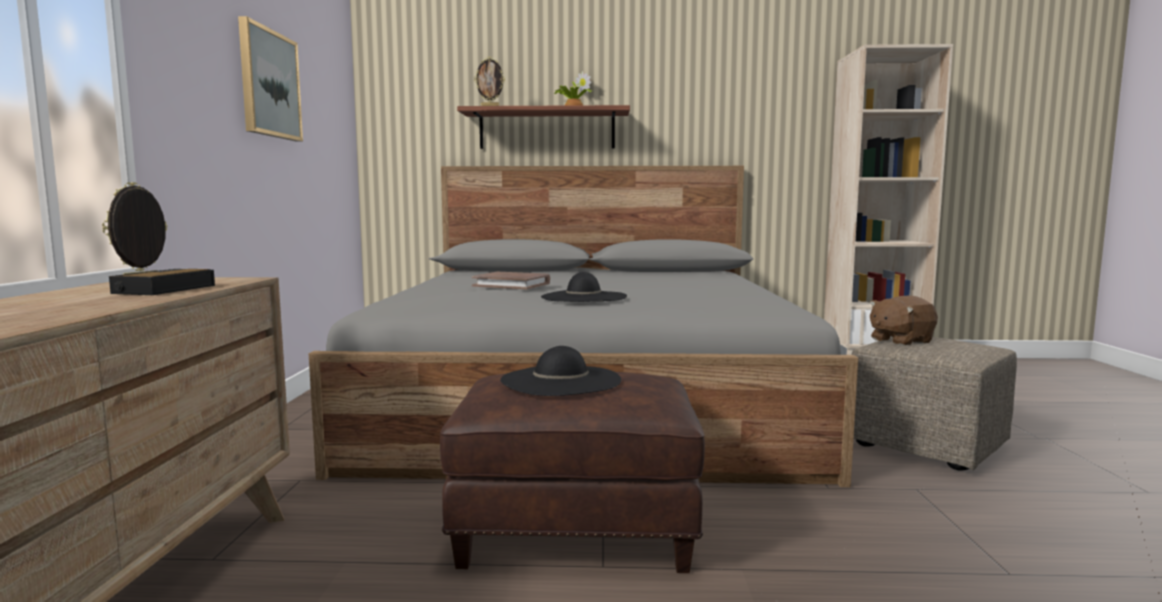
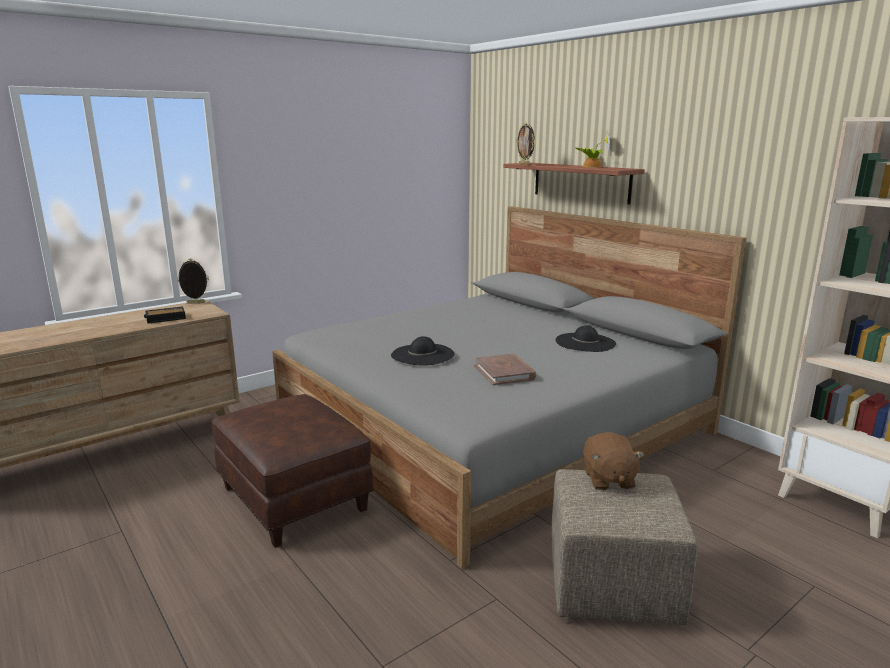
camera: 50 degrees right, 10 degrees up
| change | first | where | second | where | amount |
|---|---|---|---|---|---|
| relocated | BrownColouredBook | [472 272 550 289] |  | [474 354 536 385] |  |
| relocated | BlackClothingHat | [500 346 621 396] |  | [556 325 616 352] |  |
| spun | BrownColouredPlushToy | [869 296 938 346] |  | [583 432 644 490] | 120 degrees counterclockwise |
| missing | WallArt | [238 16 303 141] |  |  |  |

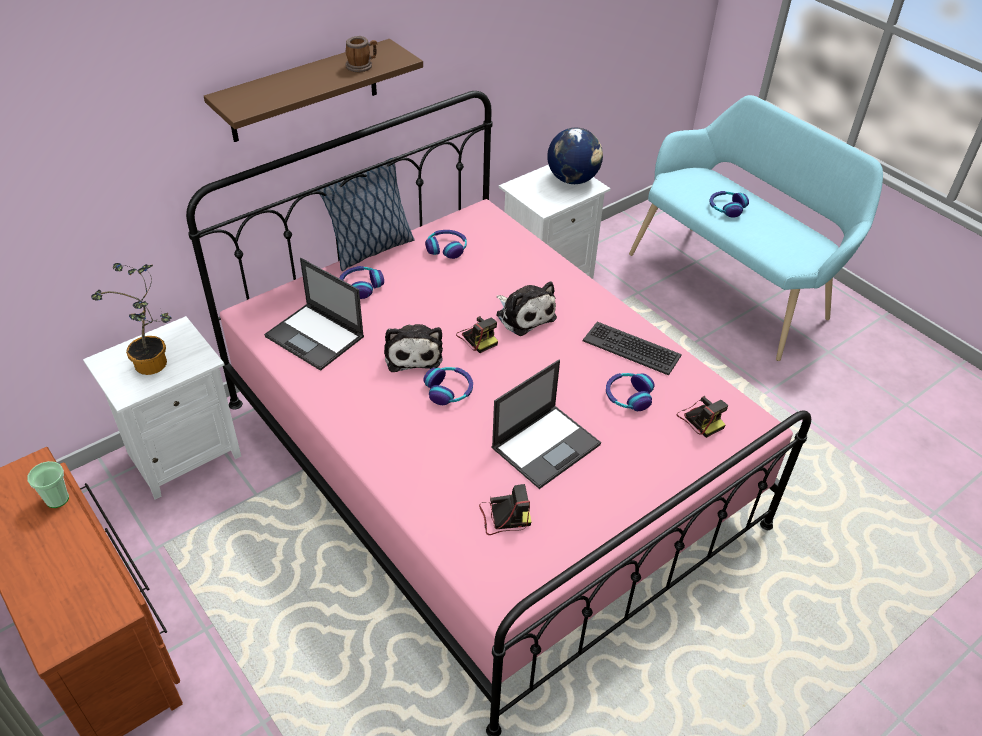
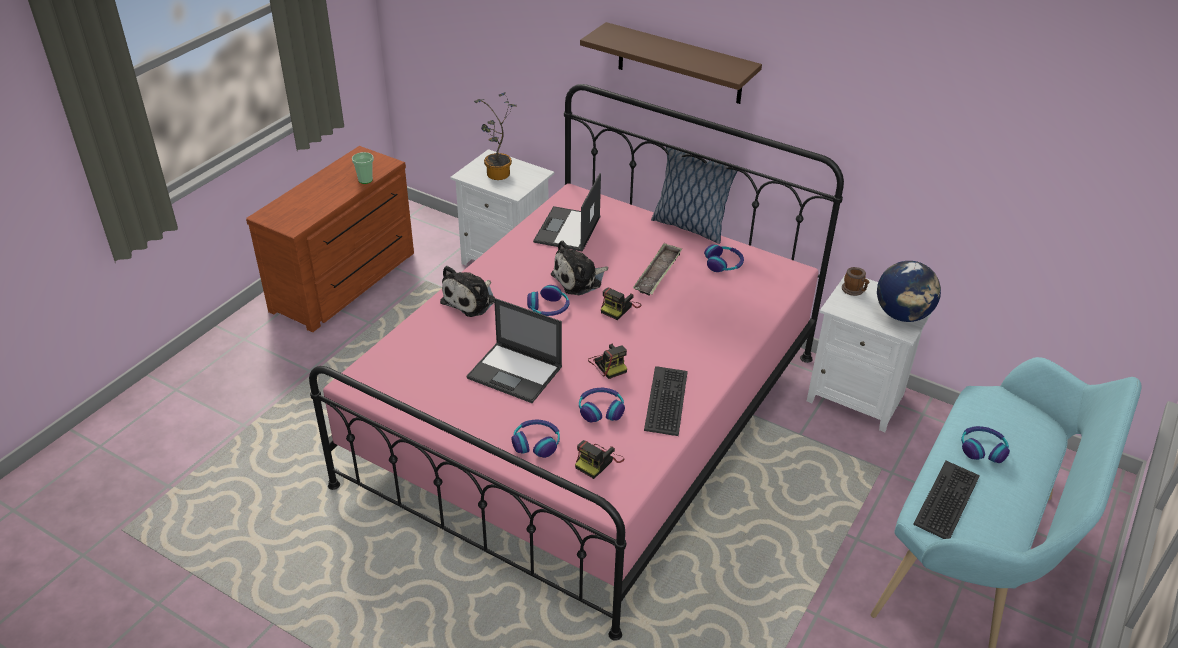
camera: 70 degrees right, 5 degrees down
| change | first | where | second | where | amount |
|---|---|---|---|---|---|
| relocated | PlushToy | [496 281 557 336] |  | [440 266 495 317] |  |
| relocated | PairOfHeadphones | [339 266 384 299] |  | [511 420 560 458] |  |
| relocated | PhotoCamera | [479 484 532 535] |  | [588 344 627 379] |  |
| appeared |  |  | ServingTray | [633 243 682 296] |  |
| relocated | CoffeeMug | [345 36 377 72] |  | [842 267 869 296] |  |
| appeared |  |  | Keyboard | [913 461 980 539] |  |

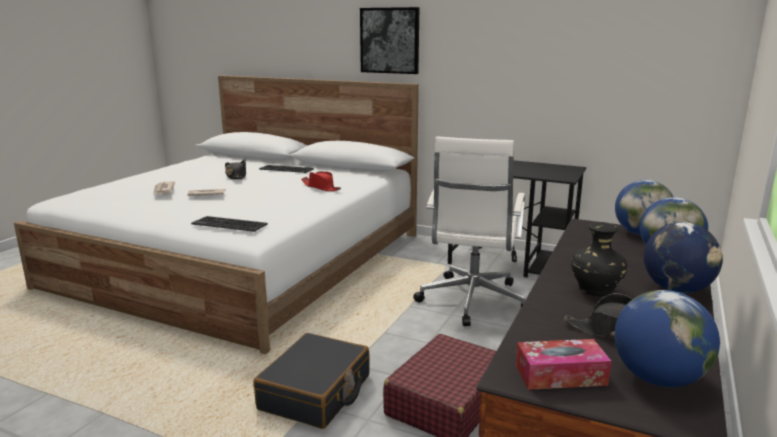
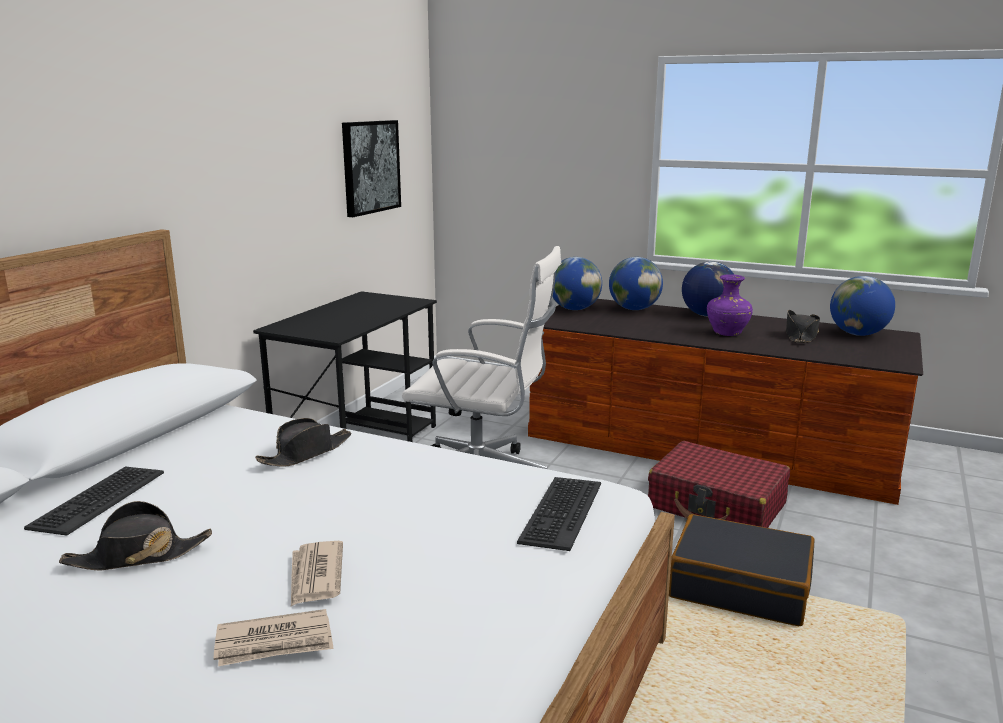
camera: 90 degrees left, 0 degrees up
| change | first | where | second | where | amount |
|---|---|---|---|---|---|
| colour | ReddishClothingHat | [301 171 341 191] | BlackClothingHat | [255 418 351 467] |  |
| relocated | WallArt | [360 7 419 74] |  | [342 120 401 217] |  |
| colour | BlackVase | [571 222 628 296] | PurpleVase | [707 274 753 336] |  |
| missing | TissueHolder | [516 339 611 390] |  |  |  |

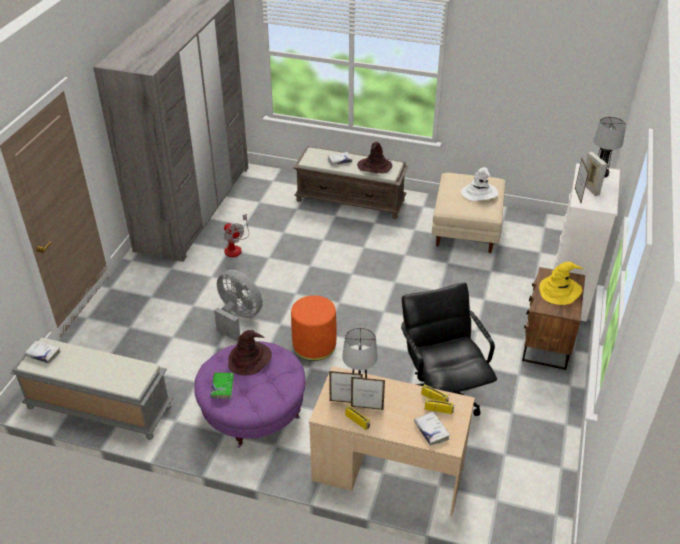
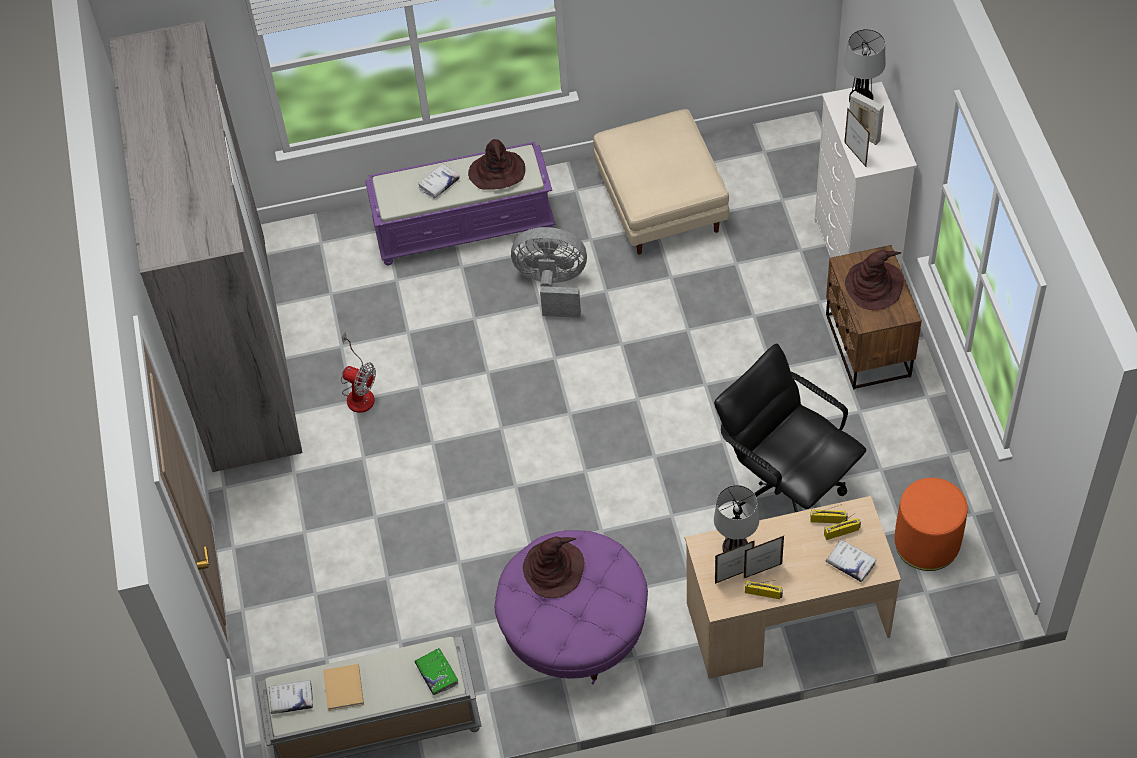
camera: 25 degrees left, 15 degrees up
| change | first | where | second | where | amount |
|---|---|---|---|---|---|
| appeared |  |  | BeigeColouredBook | [323 664 364 711] |  |
| colour | BrownColouredLongSeat | [293 146 408 219] | PurpleLongSeat | [365 142 555 266] |  |
| relocated | GreenBook | [210 372 234 399] |  | [415 648 459 695] |  |
| relocated | GreyishElectricFan | [214 270 263 342] |  | [511 227 587 318] |  |
| colour | YellowColouredClothingHat | [539 262 584 305] | BrownColouredClothingHat | [845 250 904 310] |  |
| relocated | OrangeOttoman | [291 295 336 361] |  | [894 478 968 571] |  |
| missing | WhiteColouredClothingHat | [461 167 498 201] |  |  |  |

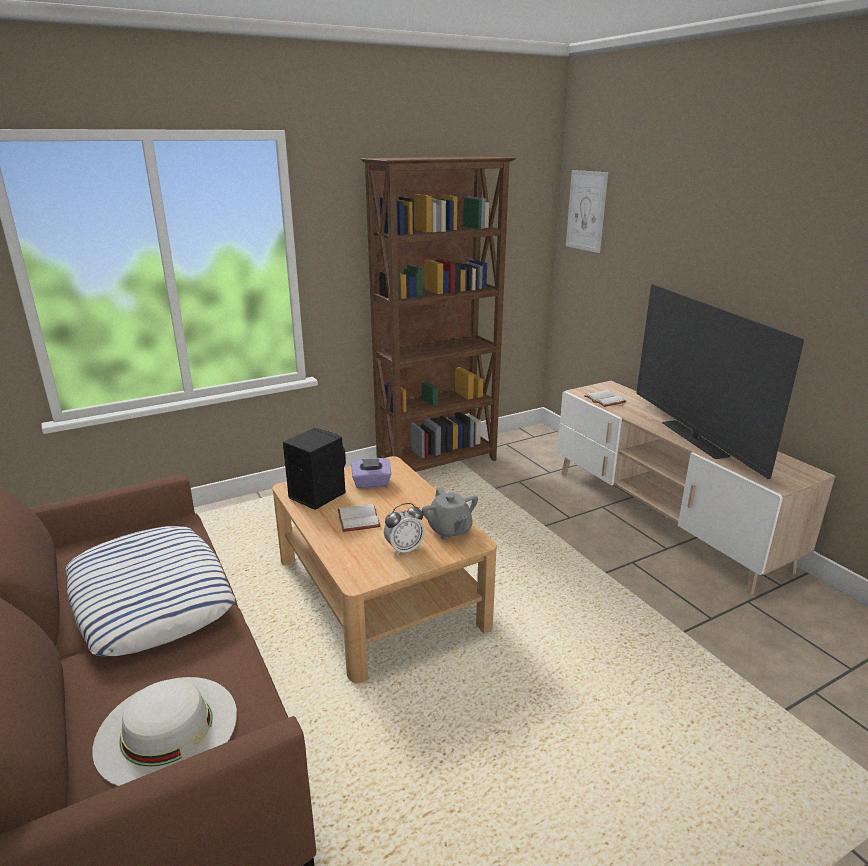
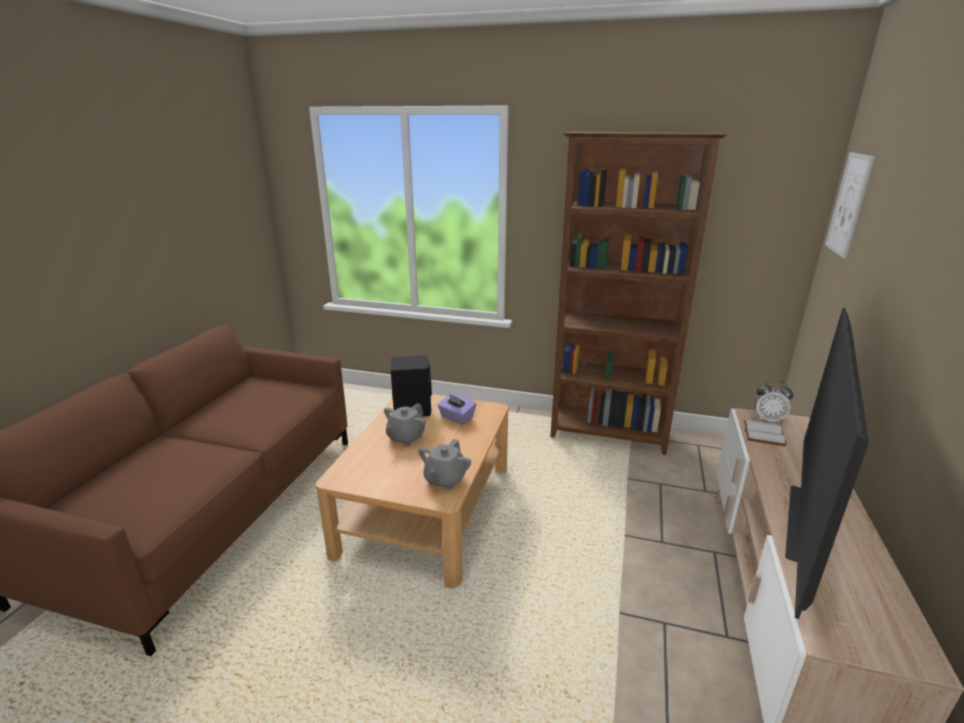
camera: 45 degrees right, 0 degrees up
| change | first | where | second | where | amount |
|---|---|---|---|---|---|
| exchanged | WhiteColouredBook | [338 504 381 532] | GreyishTeapot | [384 403 426 446] |  |
| relocated | BedsideClock | [384 503 425 556] |  | [754 381 793 423] |  |
| missing | Pillow | [65 526 235 657] |  |  |  |
| missing | WhiteColouredClothingHat | [92 677 237 786] |  |  |  |

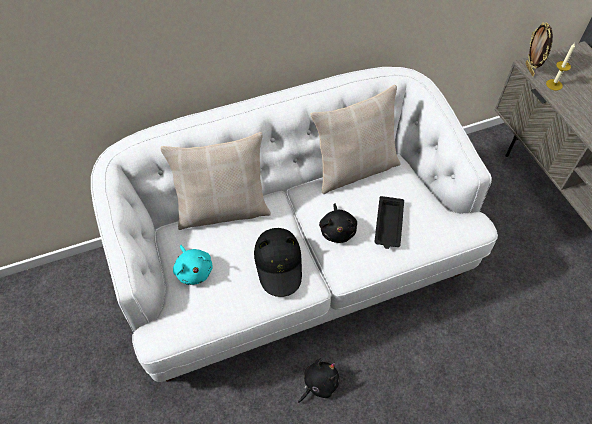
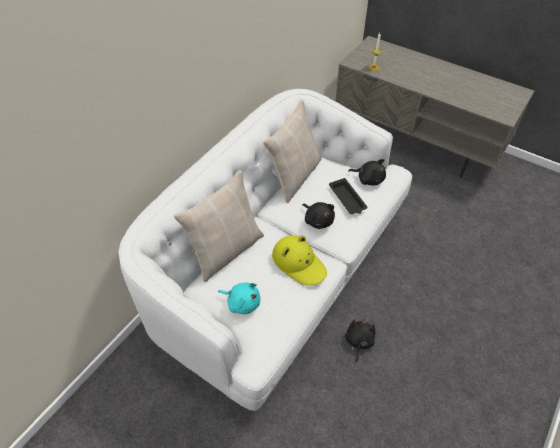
camera: 35 degrees left, 5 degrees down
| change | first | where | second | where | amount |
|---|---|---|---|---|---|
| colour | BlackClothingHat | [254 228 302 297] | YellowColouredClothingHat | [272 235 327 286] |  |
| appeared |  |  | BlackPlushToy | [348 159 386 185] |  |
| missing | PictureFrame | [525 22 553 76] |  |  |  |

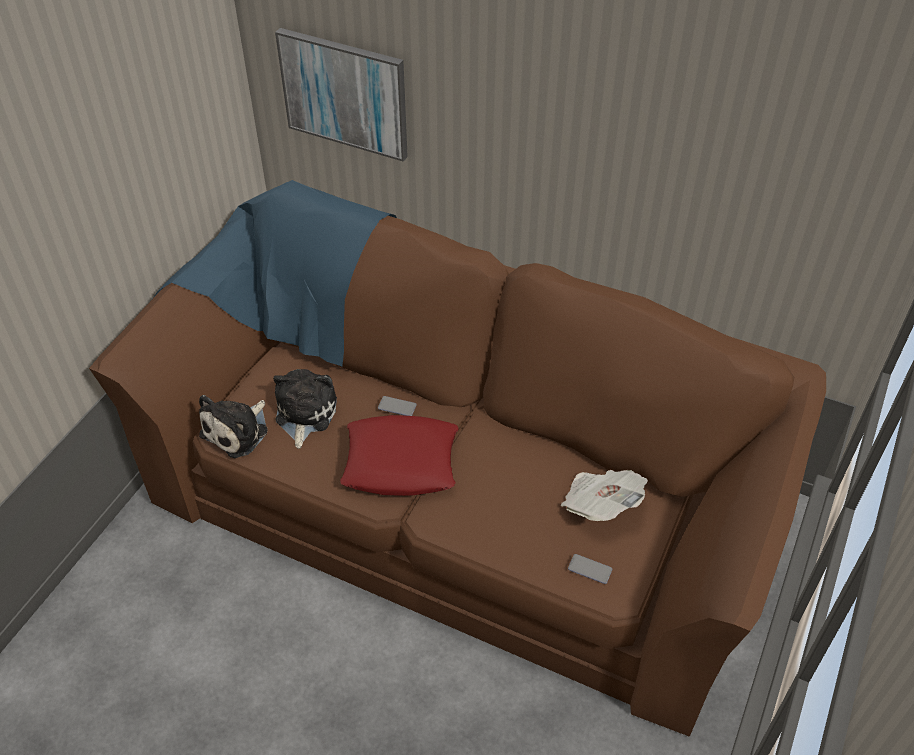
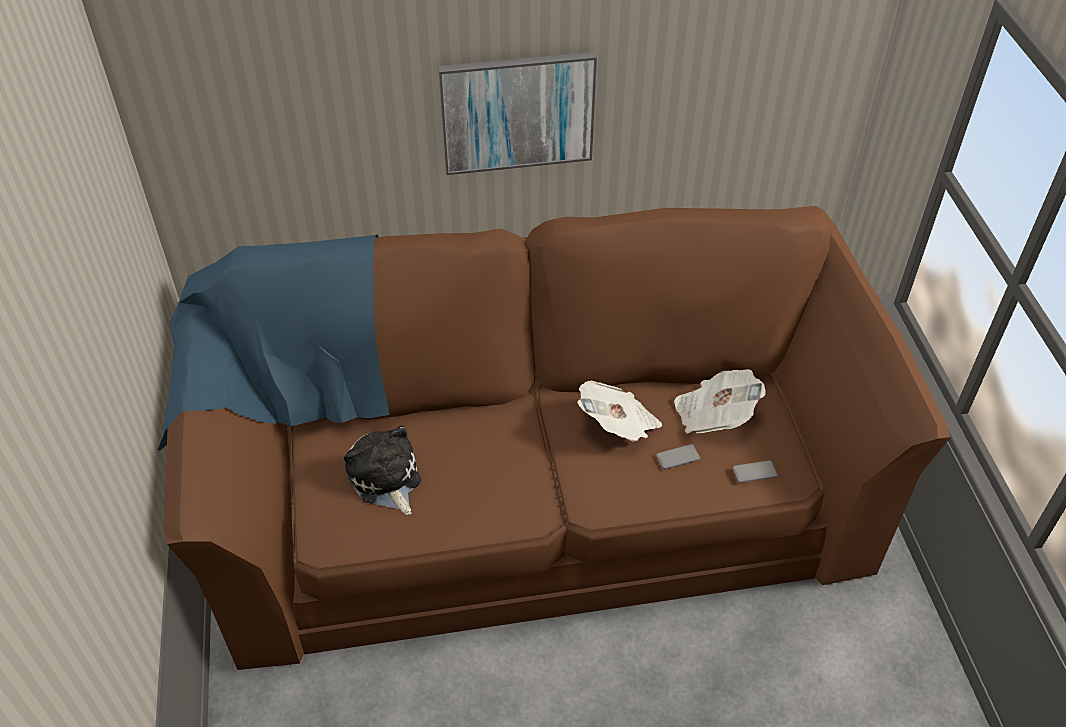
camera: 35 degrees left, 0 degrees up
| change | first | where | second | where | amount |
|---|---|---|---|---|---|
| relocated | WallArt | [275 28 408 162] |  | [438 52 597 175] |  |
| appeared |  |  | DailyPaper | [577 381 662 442] |  |
| relocated | Handset | [378 396 417 416] |  | [656 444 700 469] |  |
| missing | PlushToy | [199 395 268 458] |  |  |  |
| missing | ReddishPillow | [340 415 459 496] |  |  |  |

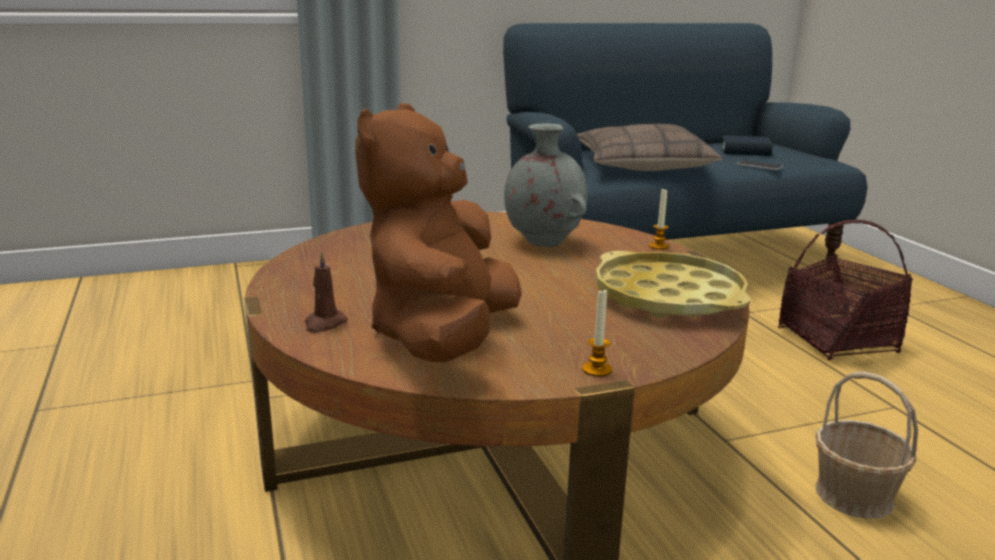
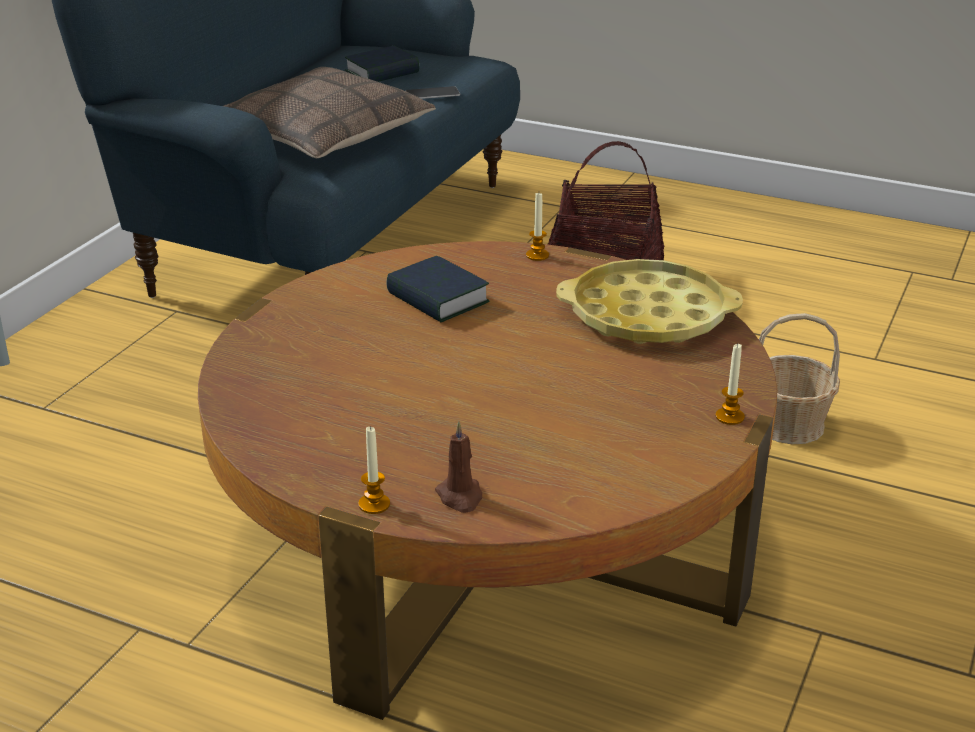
camera: 45 degrees left, 10 degrees up
| change | first | where | second | where | amount |
|---|---|---|---|---|---|
| appeared |  |  | WaxLight | [358 426 390 514] |  |
| exchanged | GreyishVase | [504 123 588 247] | Book | [387 256 489 322] |  |
| missing | BrownColouredPlushToy | [355 103 522 363] |  |  |  |

